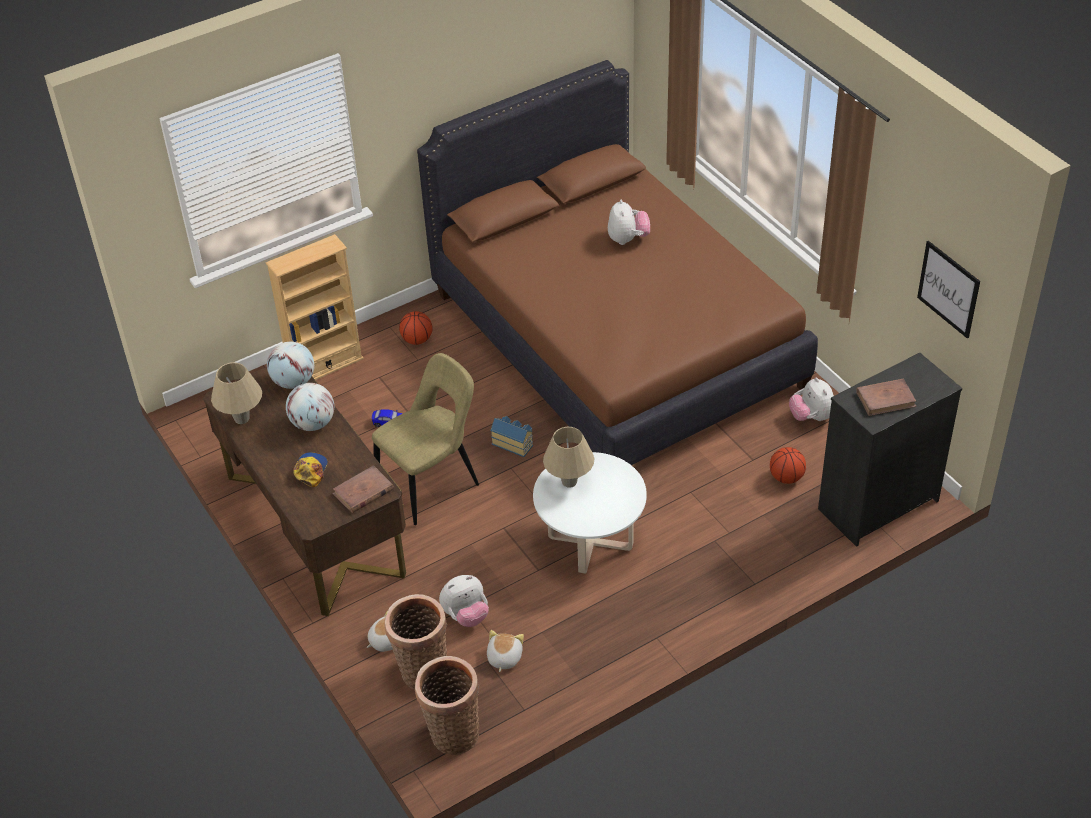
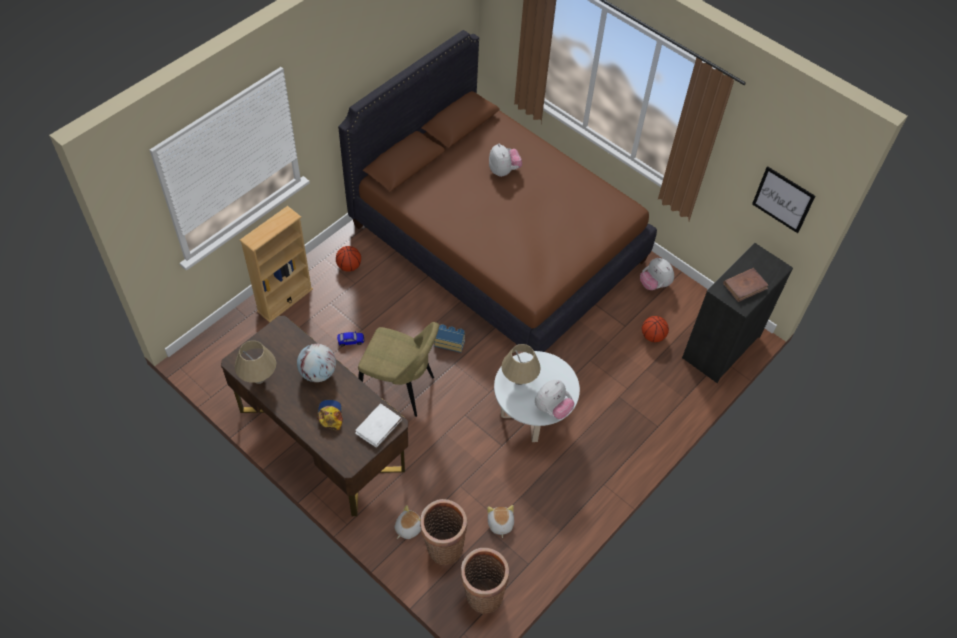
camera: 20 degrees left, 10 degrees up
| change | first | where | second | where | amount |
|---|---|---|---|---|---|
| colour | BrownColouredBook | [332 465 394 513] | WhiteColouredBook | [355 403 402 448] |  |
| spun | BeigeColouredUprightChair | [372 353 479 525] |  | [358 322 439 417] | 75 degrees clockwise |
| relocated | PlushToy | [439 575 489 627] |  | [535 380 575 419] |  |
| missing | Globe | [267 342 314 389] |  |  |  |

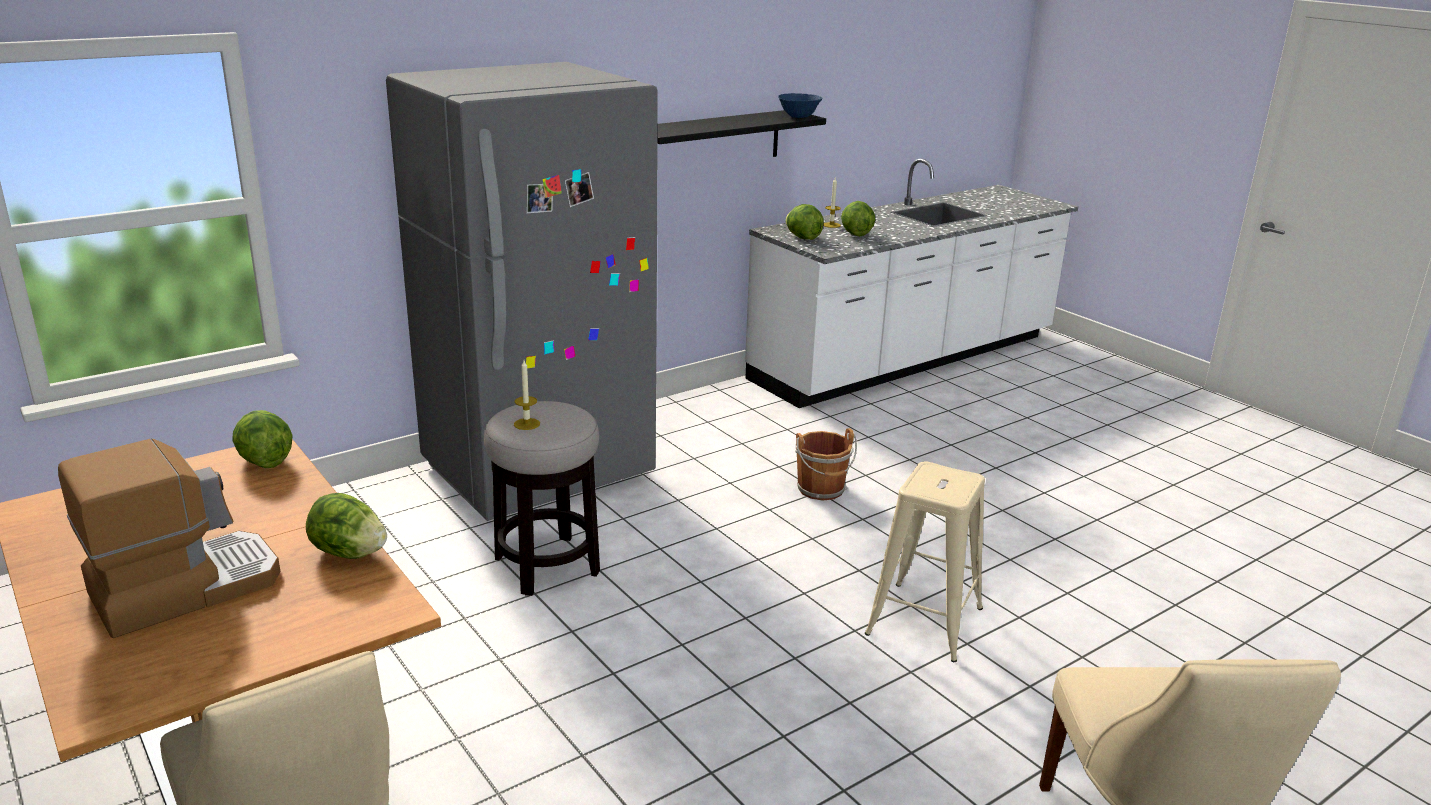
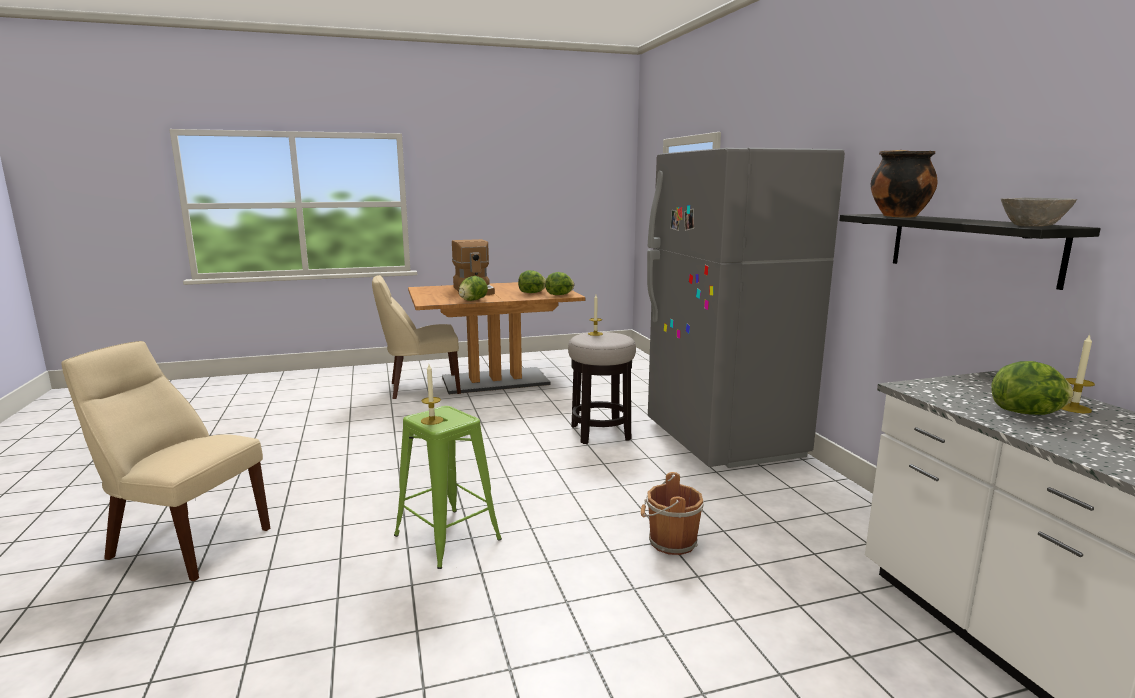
camera: 110 degrees right, 10 degrees down
| change | first | where | second | where | amount |
|---|---|---|---|---|---|
| colour | BeigeColouredStoolSeat | [865 462 985 662] | GreenStoolSeat | [394 406 502 569] |  |
| appeared |  |  | WaxLight | [421 364 443 425] |  |
| relocated | HeadOfLettuce | [785 204 824 240] |  | [518 270 546 293] |  |
| appeared |  |  | CookingPot | [871 150 938 218] |  |
| colour | BluishBowl | [778 93 823 118] | GreyishBowl | [1001 198 1077 227] |  |

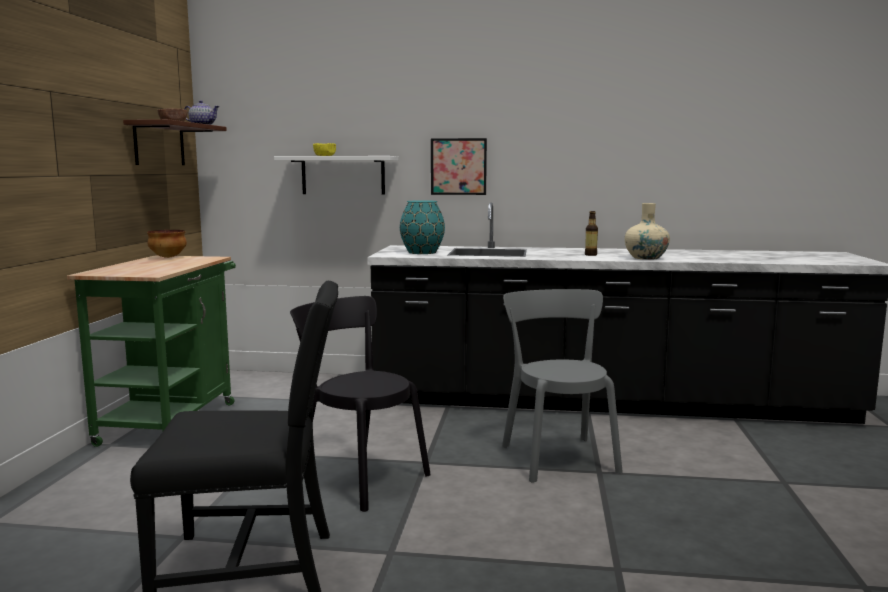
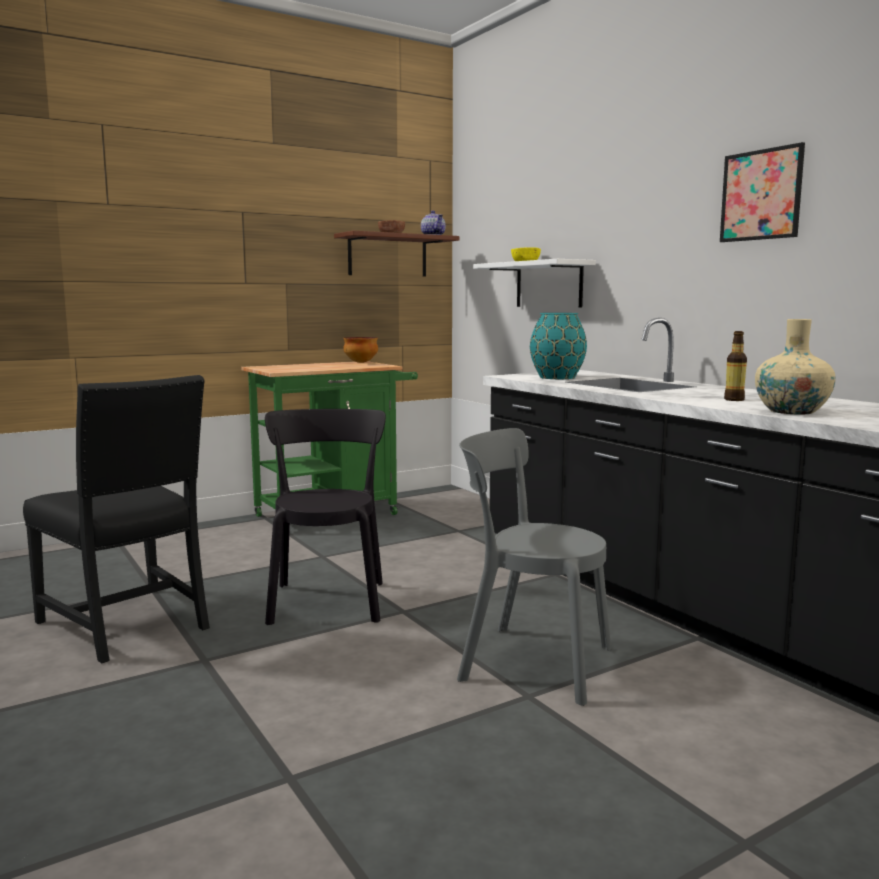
camera: 50 degrees right, 0 degrees up
| change | first | where | second | where | amount |
|---|---|---|---|---|---|
| spun | GreyishUprightChair | [502 289 623 483] |  | [457 428 611 706] | 105 degrees counterclockwise |
| relocated | WallArt | [431 138 487 195] |  | [720 142 805 242] |  |

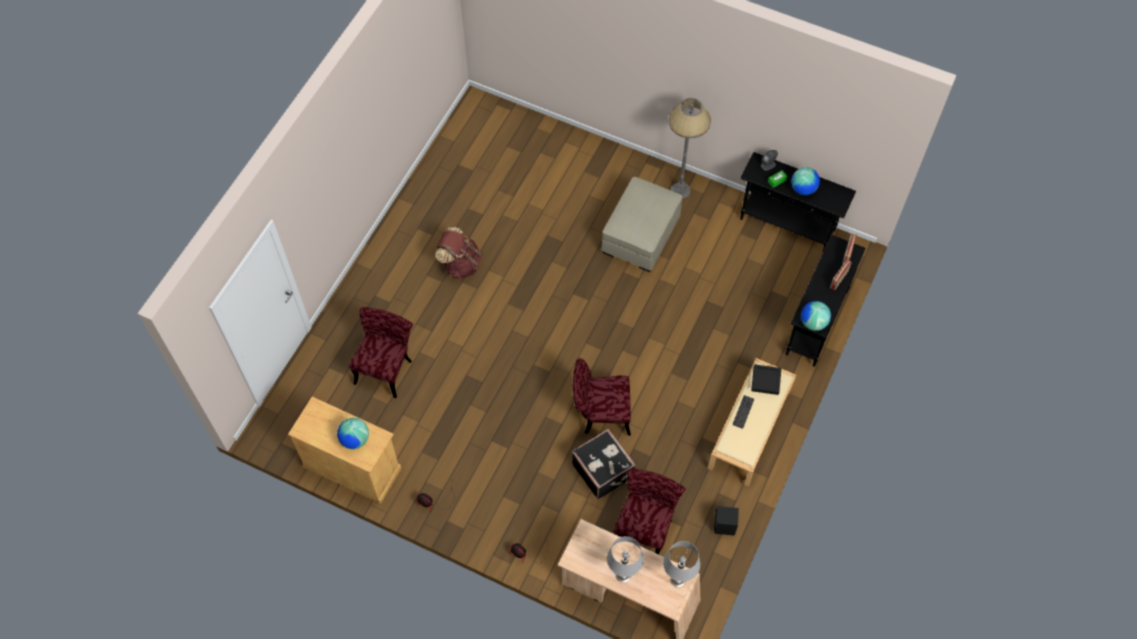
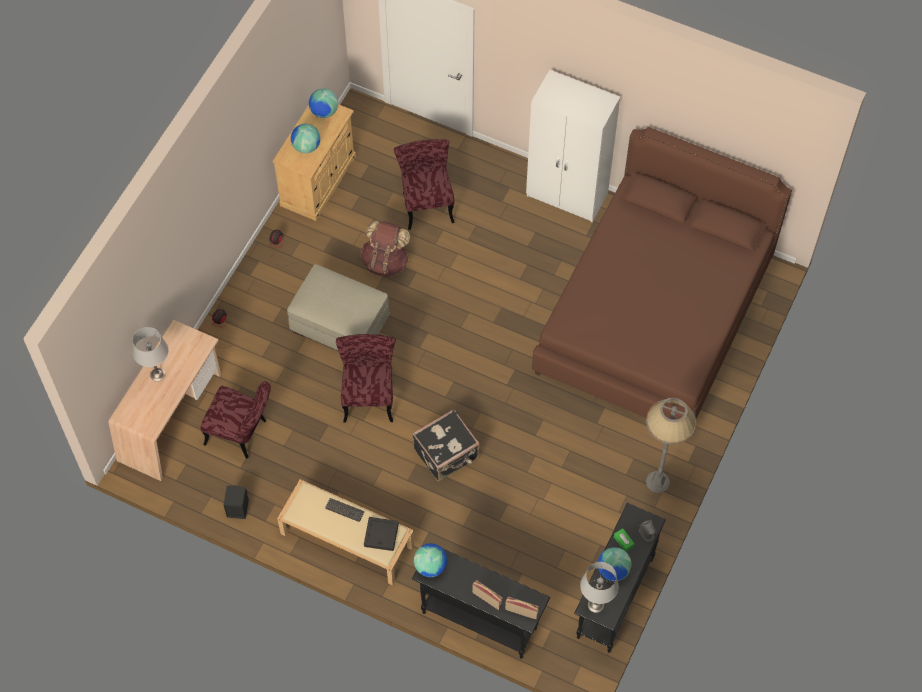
camera: 90 degrees right, 0 degrees up
| change | first | where | second | where | amount |
|---|---|---|---|---|---|
| relocated | BeigeColouredOttoman | [601 177 682 272] |  | [287 264 390 350] |  |
| appeared |  |  | Globe | [309 89 338 118] |  |
| relocated | BrownColouredRucksack | [435 227 482 279] |  | [360 221 410 277] |  |
| spun | ReddishUprightChair | [349 307 413 398] |  | [394 139 455 230] | 120 degrees counterclockwise |
| relocated | BlackSuitcase | [572 429 636 499] |  | [412 409 480 482] |  |
| appeared |  |  | WhiteColouredArmoire | [526 70 620 222] |  |
| appeared |  |  | BrownColouredSleepingBed | [532 127 792 420] |  |
| relocated | GreyishLampForATable | [663 541 700 587] |  | [580 562 619 613] |  |

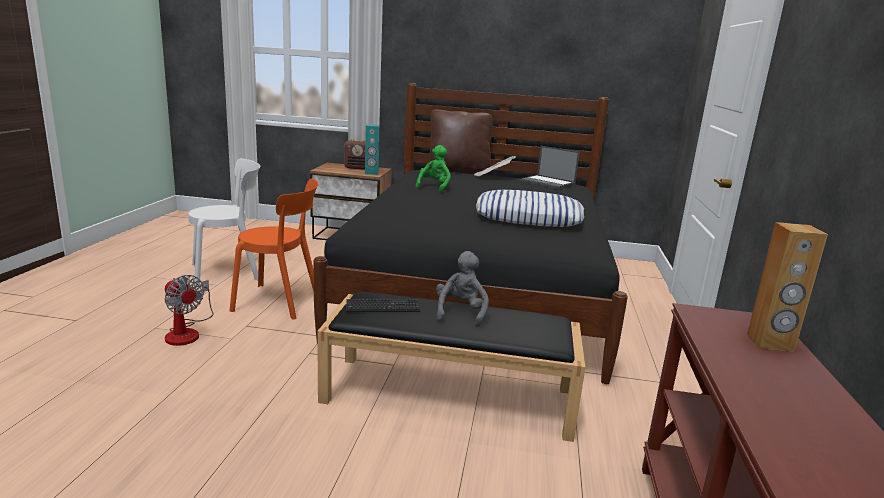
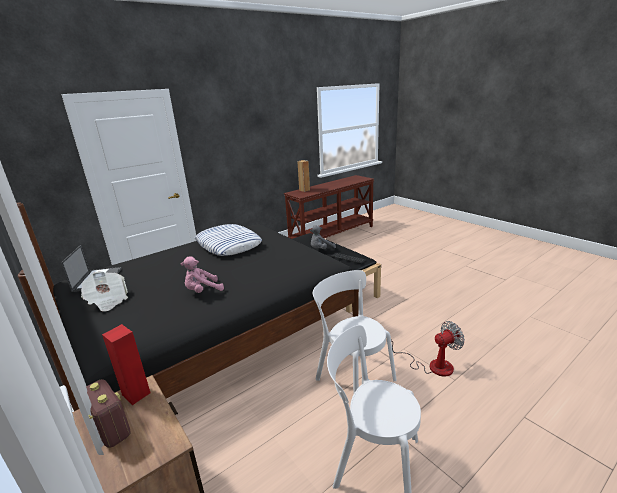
camera: 135 degrees left, 5 degrees up
| change | first | where | second | where | amount |
|---|---|---|---|---|---|
| colour | BlueGreenLoudspeaker | [365 124 379 175] | ReddishLoudspeaker | [102 324 150 405] |  |
| colour | GreenPlushToy | [415 145 451 193] | PinkColouredPlushToy | [181 256 224 293] |  |
| colour | OrangeUprightChair | [229 178 318 319] | WhiteColouredUprightChair | [313 270 397 394] |  |
| spun | ElectricFan | [164 275 213 346] |  | [392 321 465 377] | 75 degrees clockwise |
| missing | BrownColouredPillow | [429 109 493 174] |  |  |  |

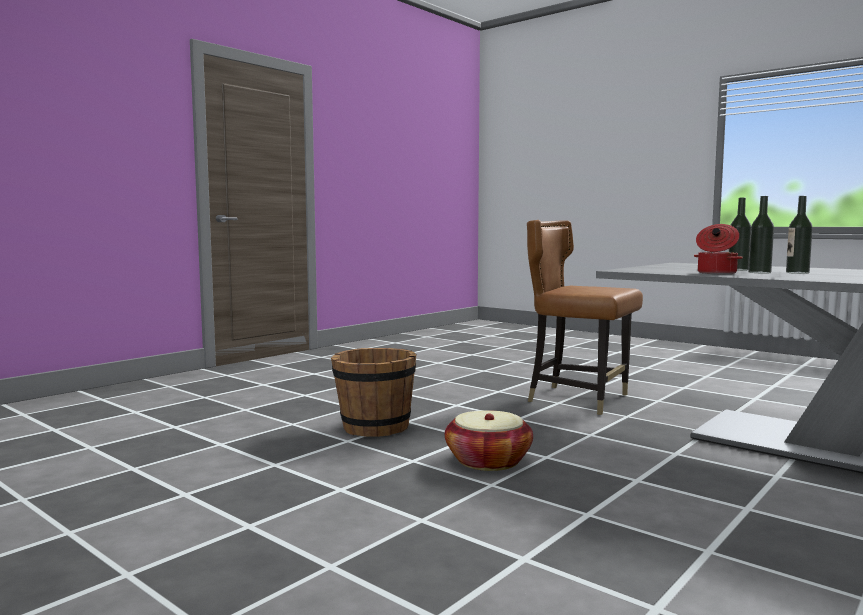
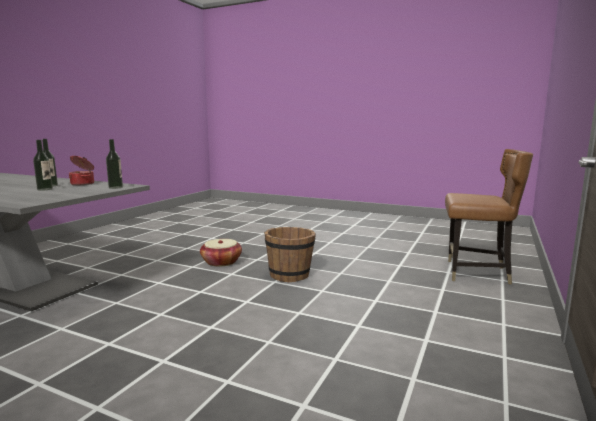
camera: 165 degrees right, 5 degrees up
| change | first | where | second | where | amount |
|---|---|---|---|---|---|
| relocated | Bottle | [786 196 813 274] |  | [106 139 123 189] |  |
| relocated | BrownColouredUprightChair | [527 220 643 415] |  | [445 149 533 284] |  |

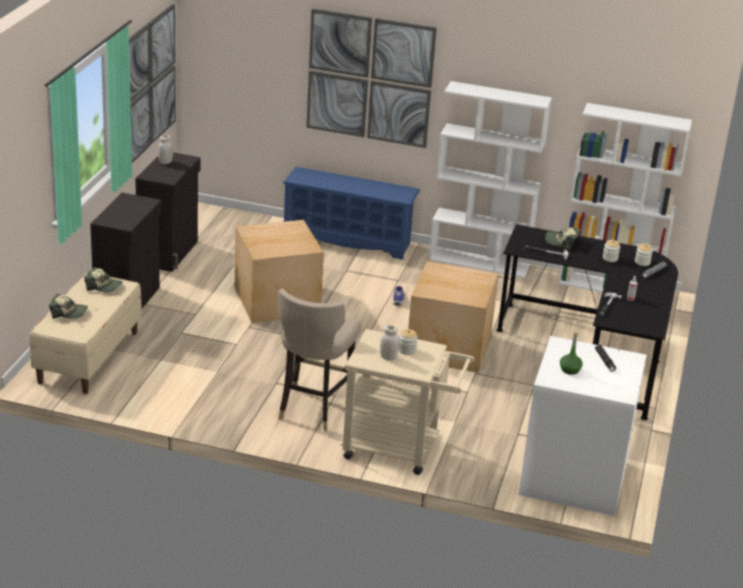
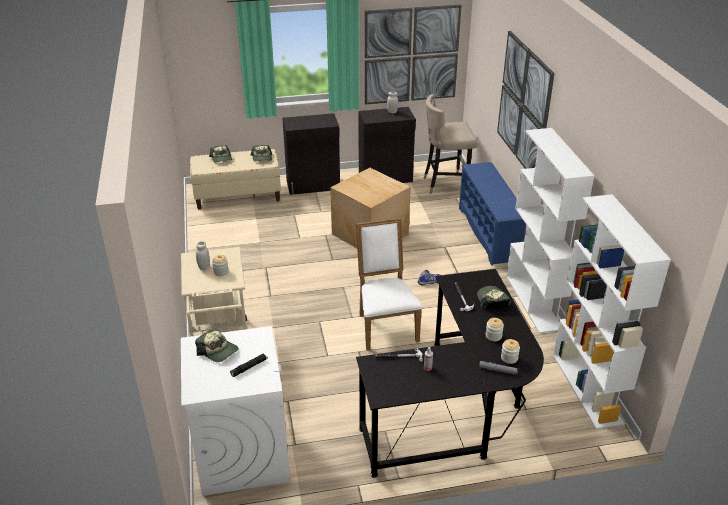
camera: 65 degrees right, 5 degrees up
| change | first | where | second | where | amount |
|---|---|---|---|---|---|
| exchanged | GreenBottle | [560 333 583 375] | BaseballCap | [195 328 239 362] |  |
| exchanged | CardboardBox | [408 261 499 373] | WhiteColouredUprightChair | [356 218 422 350] |  |
| relocated | BeigeColouredStoolSeat | [277 289 361 431] |  | [424 94 478 194] |  |

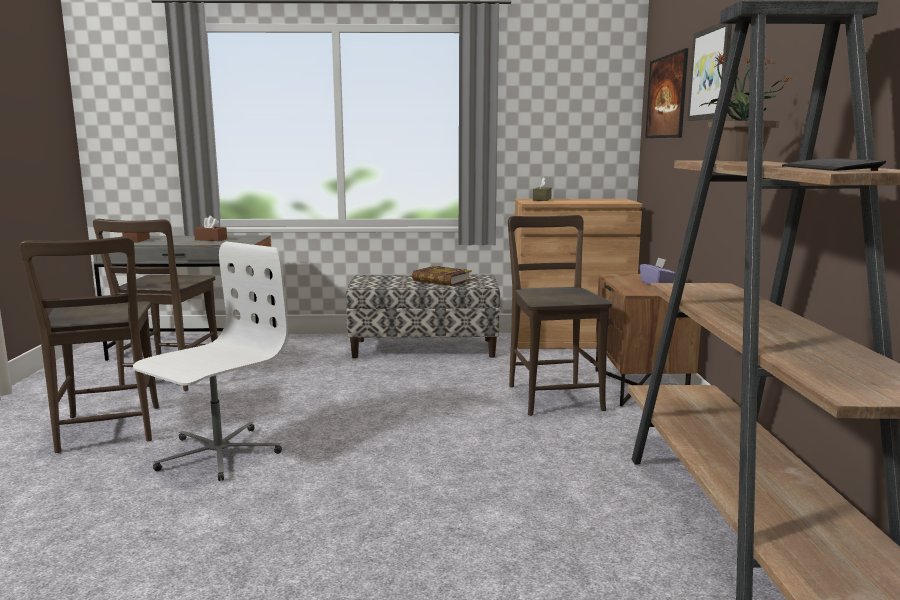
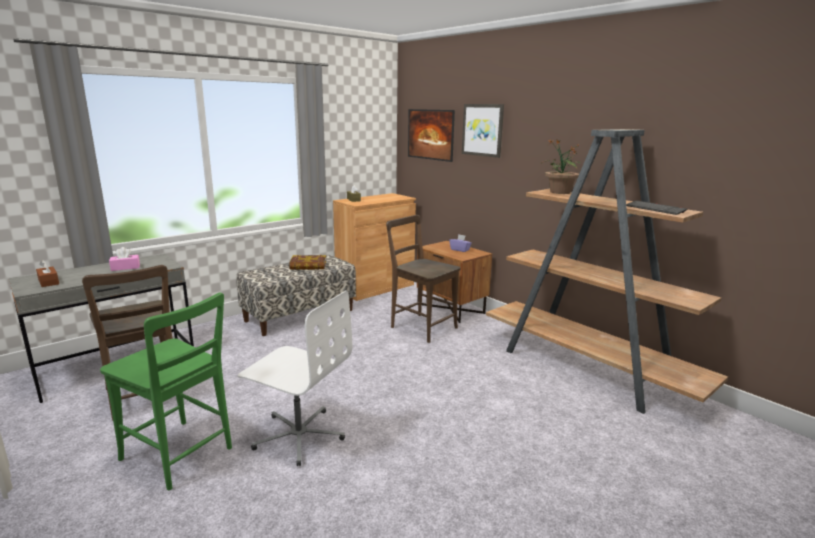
camera: 40 degrees left, 5 degrees up
| change | first | where | second | where | amount |
|---|---|---|---|---|---|
| colour | BrownColouredUprightChair | [19 237 159 453] | GreenUprightChair | [100 293 232 490] |  |
| colour | BrownColouredTissueHolder | [194 216 227 241] | PinkColouredTissueHolder | [109 247 140 271] |  |
| spun | WhiteColouredComputerChair | [133 241 288 481] |  | [238 290 352 466] | 120 degrees clockwise |

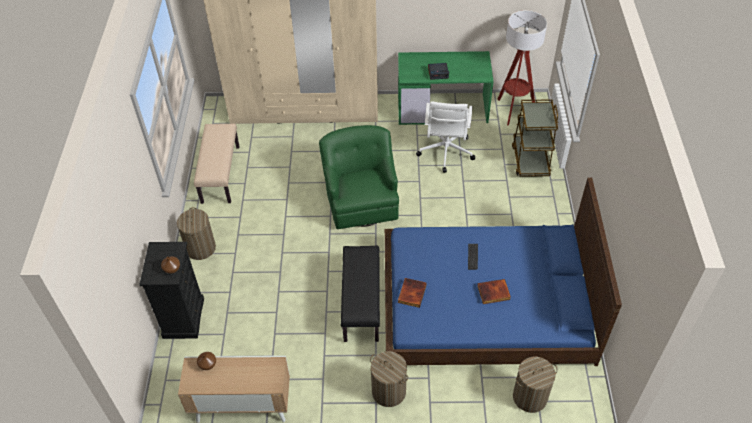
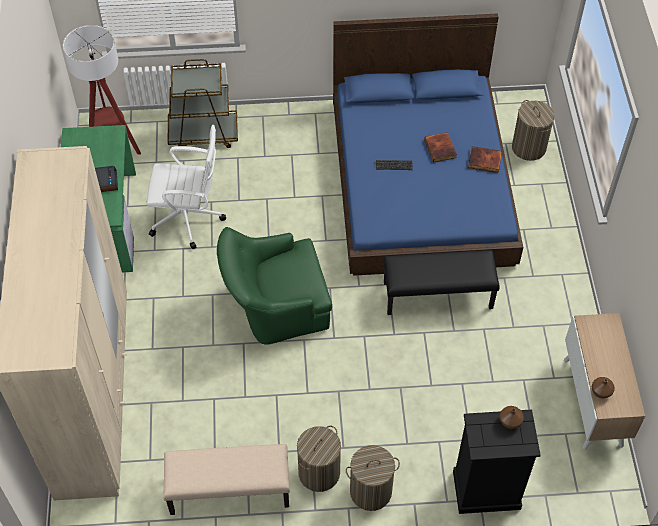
camera: 95 degrees left, 5 degrees up
| change | first | where | second | where | amount |
|---|---|---|---|---|---|
| relocated | Hamper | [370 351 409 407] |  | [297 425 341 492] |  |
| relocated | Book | [398 278 427 308] |  | [468 146 502 173] |  |

